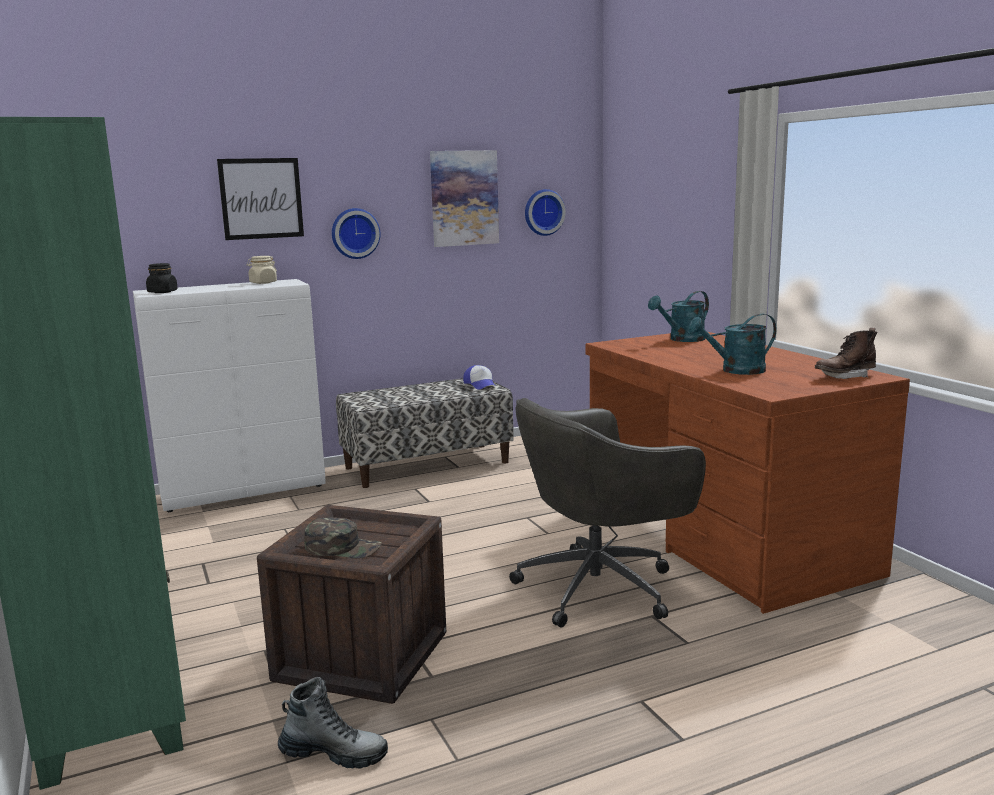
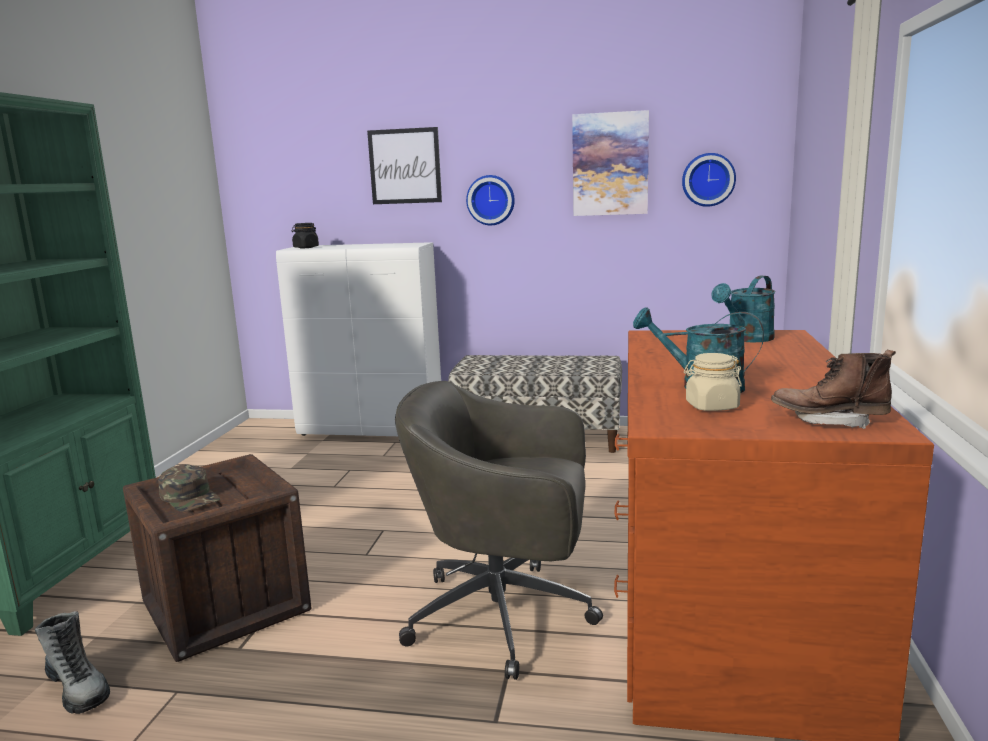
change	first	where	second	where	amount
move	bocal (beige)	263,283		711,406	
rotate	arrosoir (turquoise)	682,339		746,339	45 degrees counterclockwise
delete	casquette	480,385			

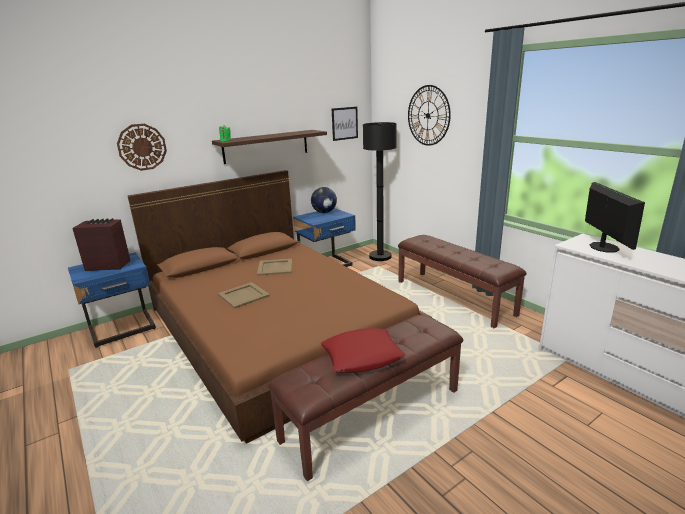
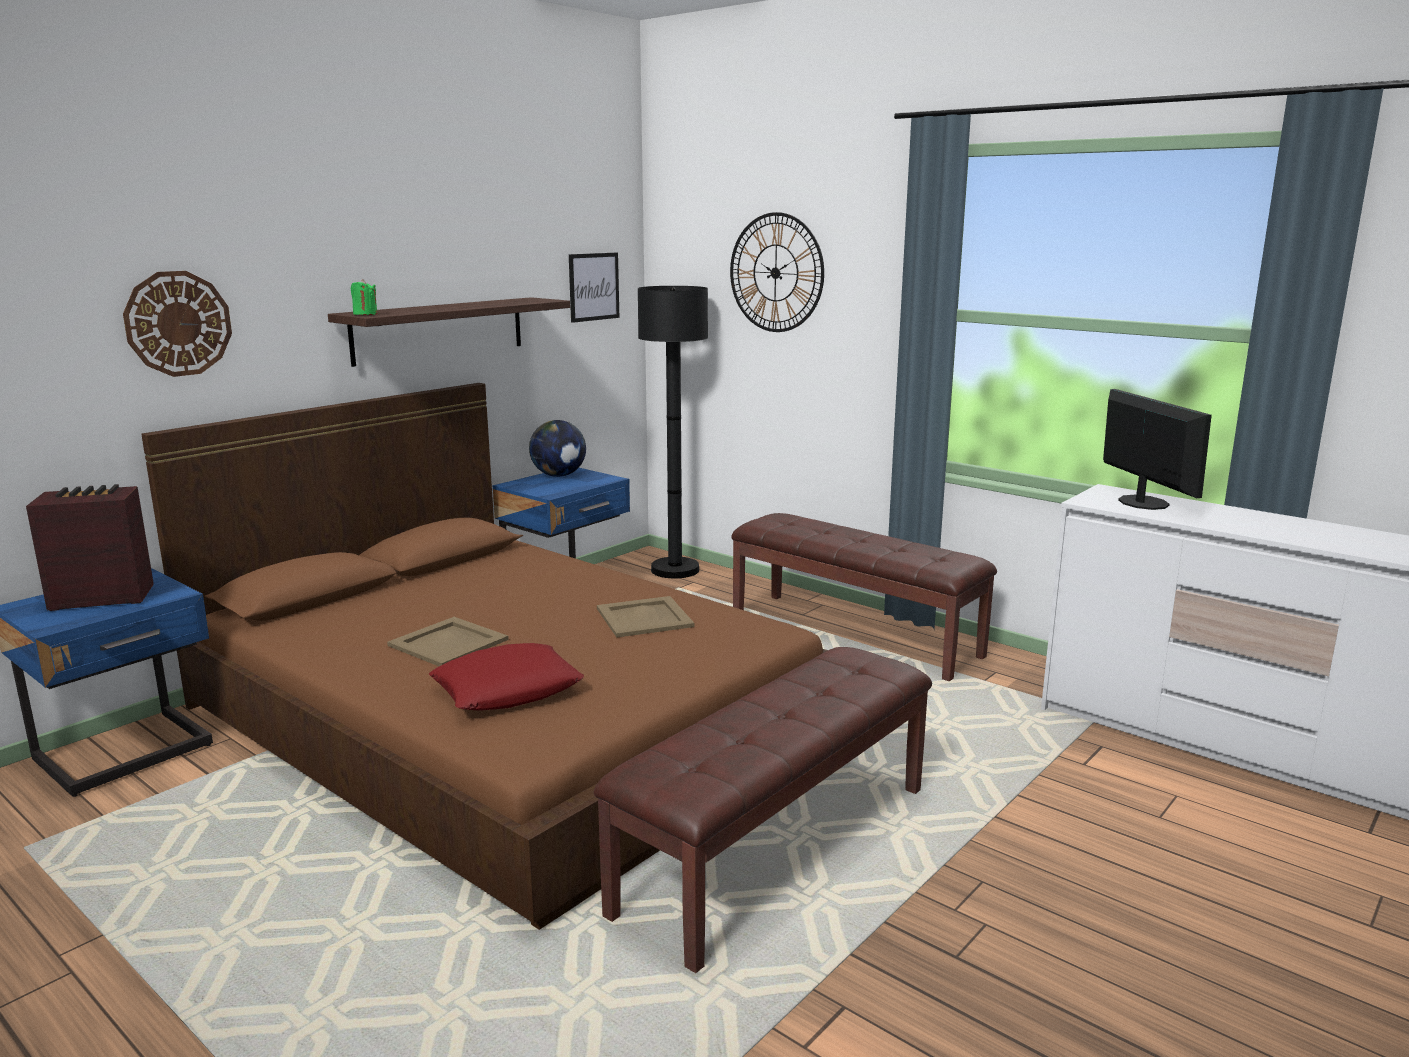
change	first	where	second	where	amount
move	coussin (rouge)	362,356		507,689	
move	plateau (beige)	275,267		645,617	

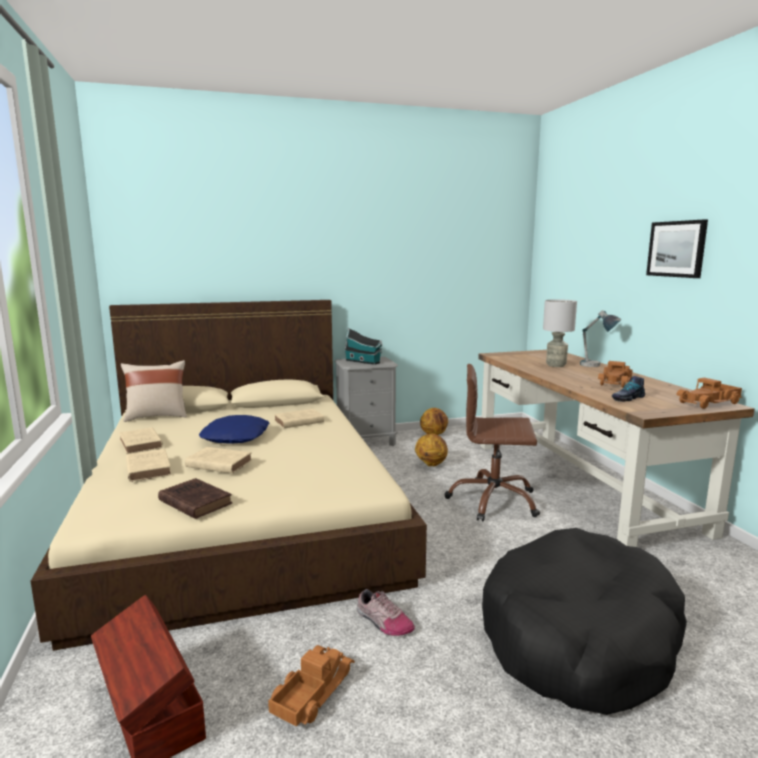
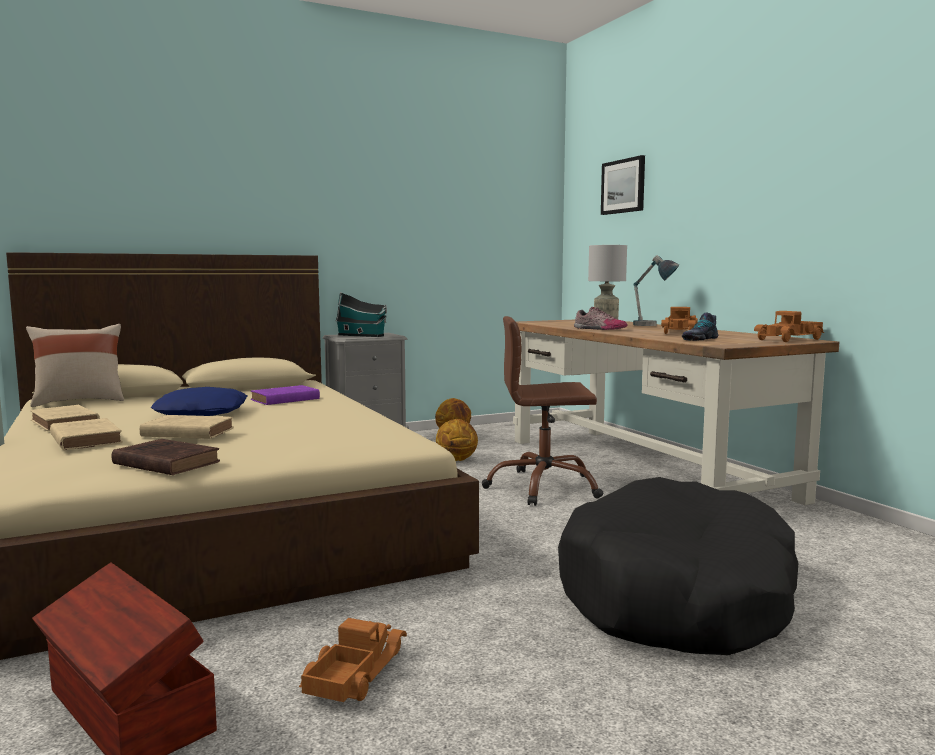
change	first	where	second	where	amount
recolor	livre (beige)	297,422	livre (violet)	283,399	
move	chaussure	383,622		599,329	
move	tableau	676,249		623,186	

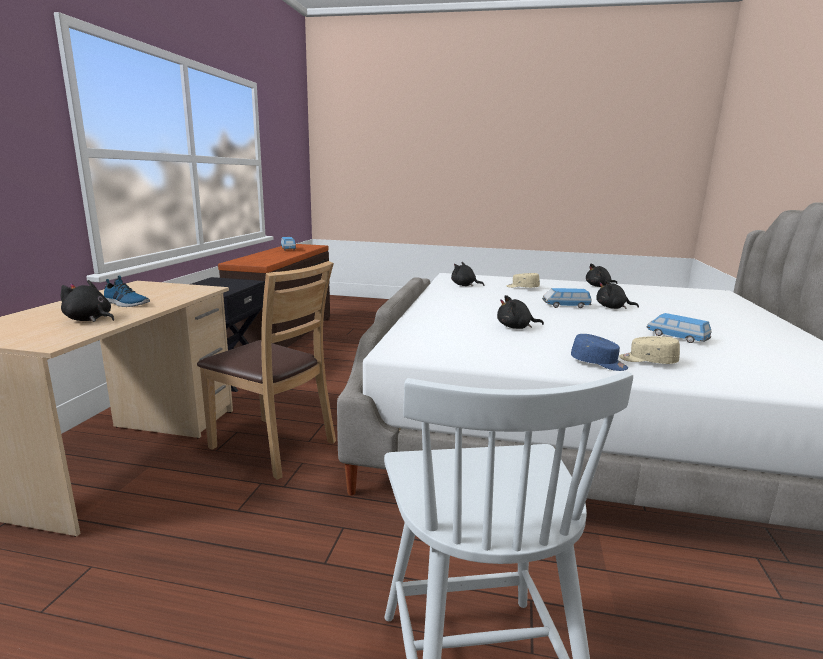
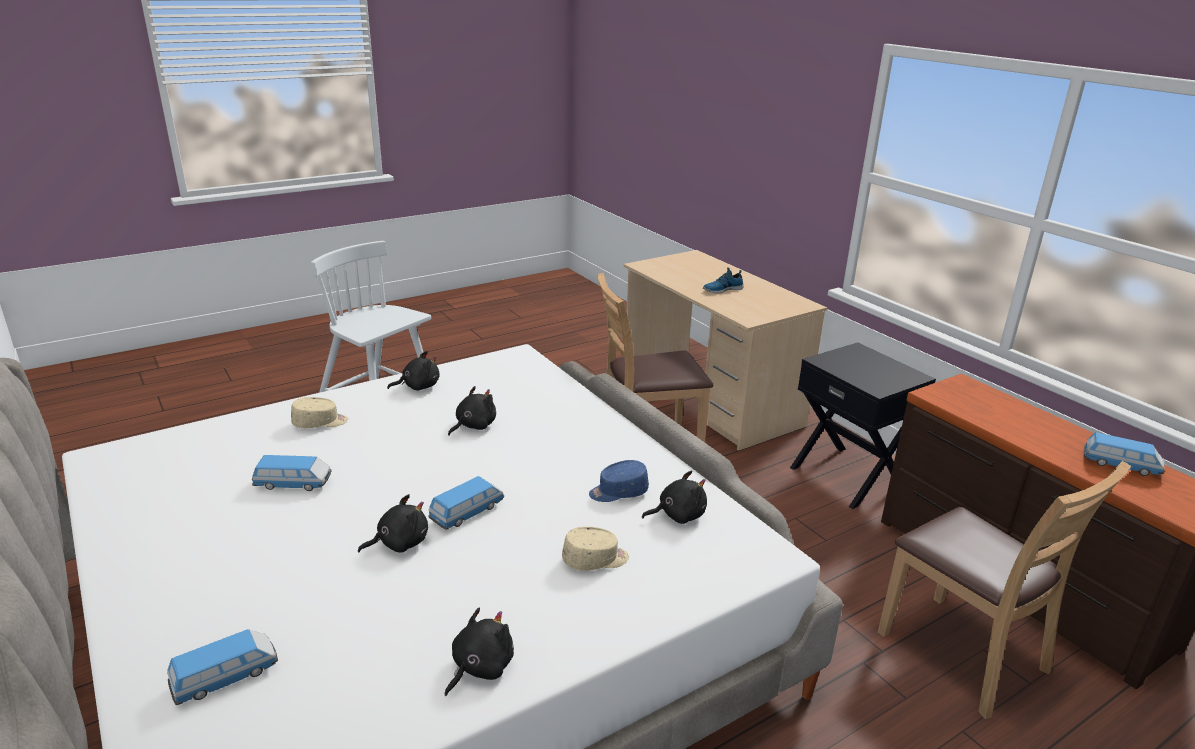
change	first	where	second	where	amount
insert			petite voiture	226,677	
move	peluche (noir)	89,319		418,386	
move	casquette (bleu)	598,363		618,492	
insert			chaise (marron)	963,654	

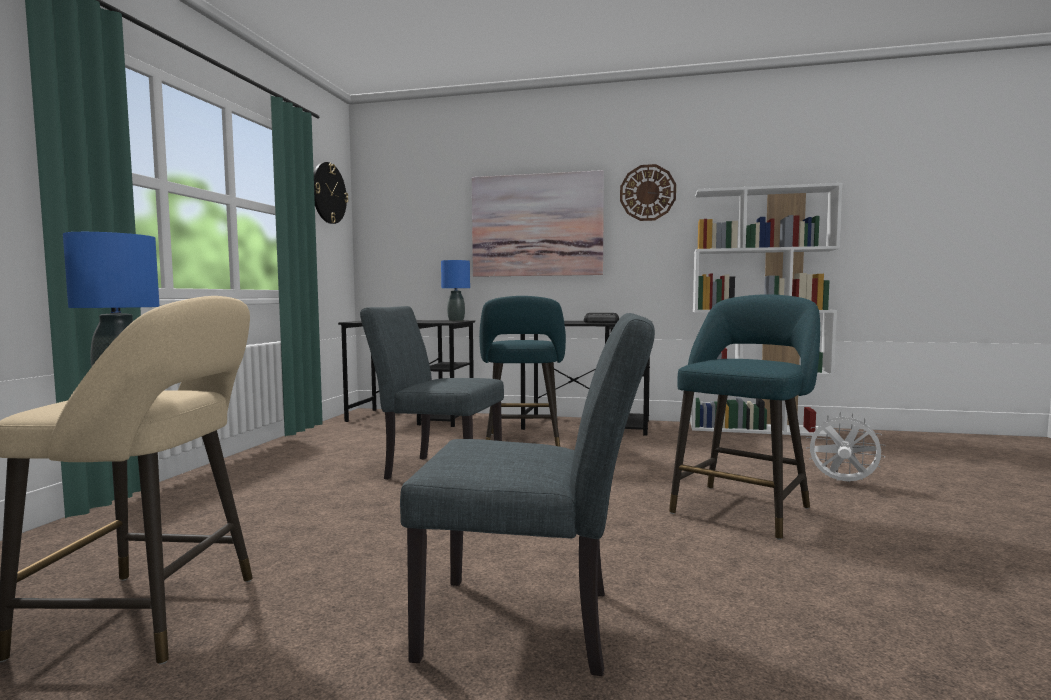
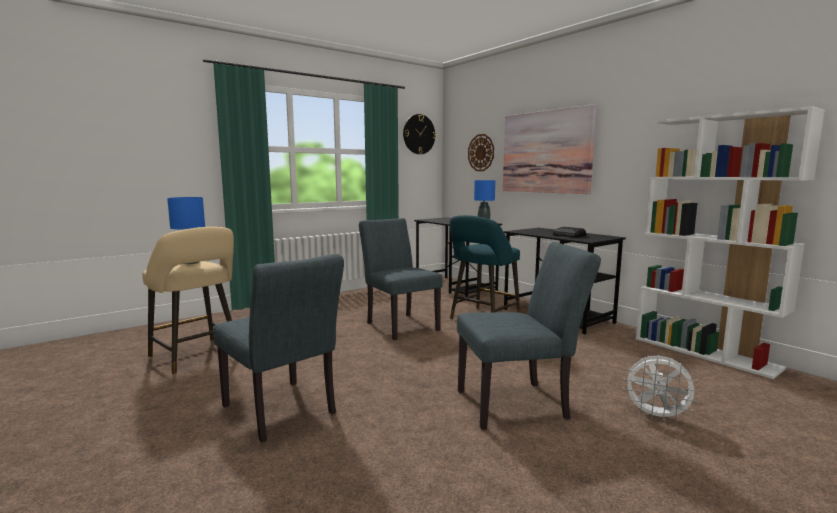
change	first	where	second	where	amount
replace	tabouret (turquoise)	743,508	chaise (gris)	520,404	
move	horloge murale	647,193		481,152	
rotate	ventilateur (blanc)	842,483		656,416	135 degrees clockwise

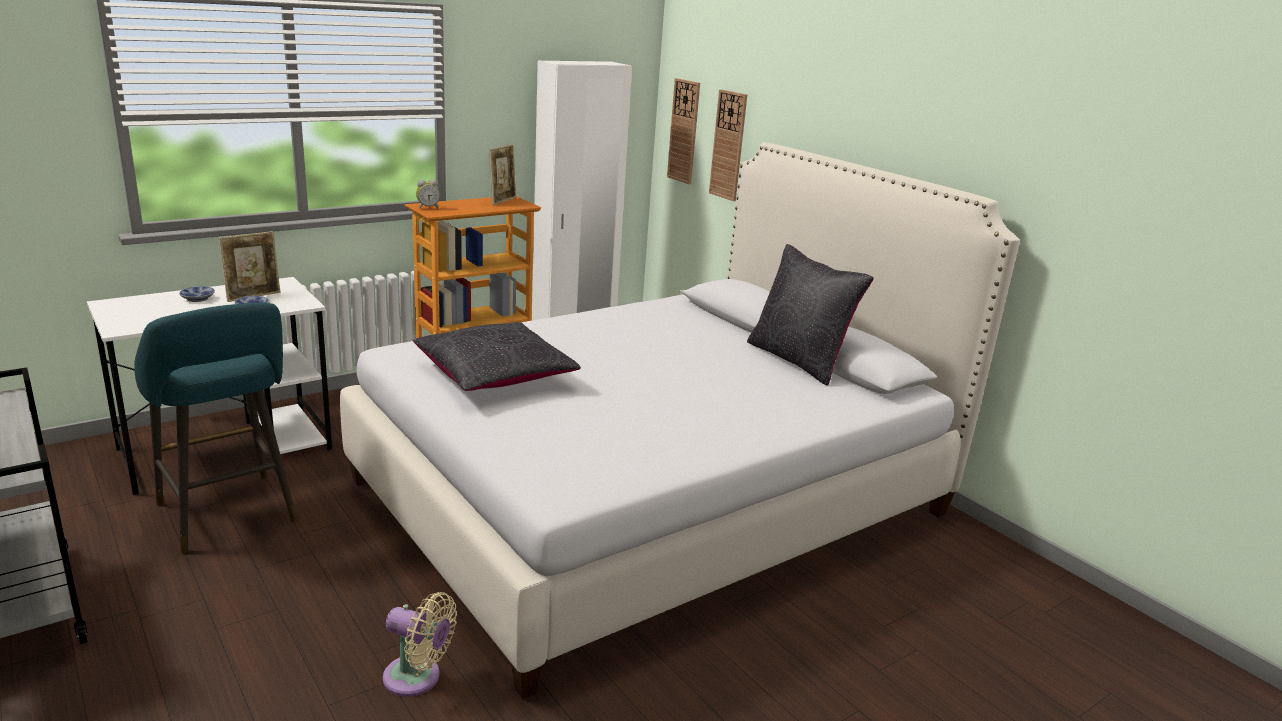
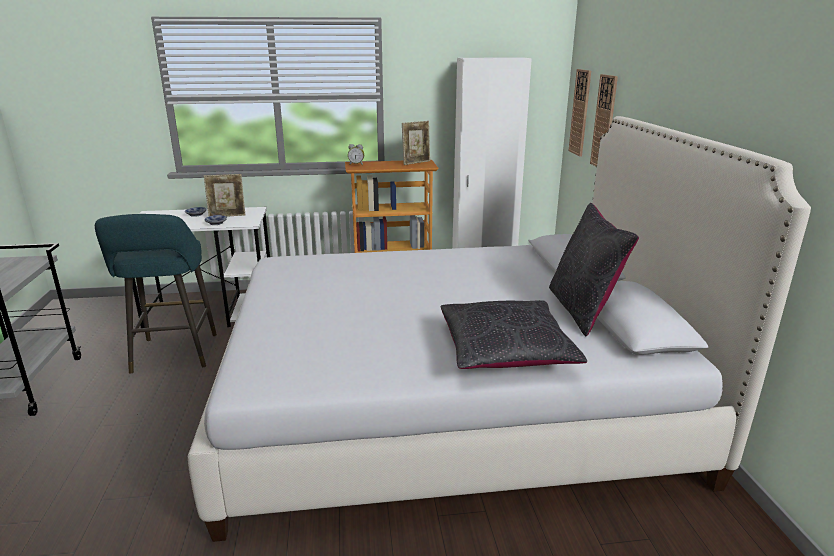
change	first	where	second	where	amount
move	coussin (noir)	494,375		505,351	
delete	ventilateur (beige)	417,678			

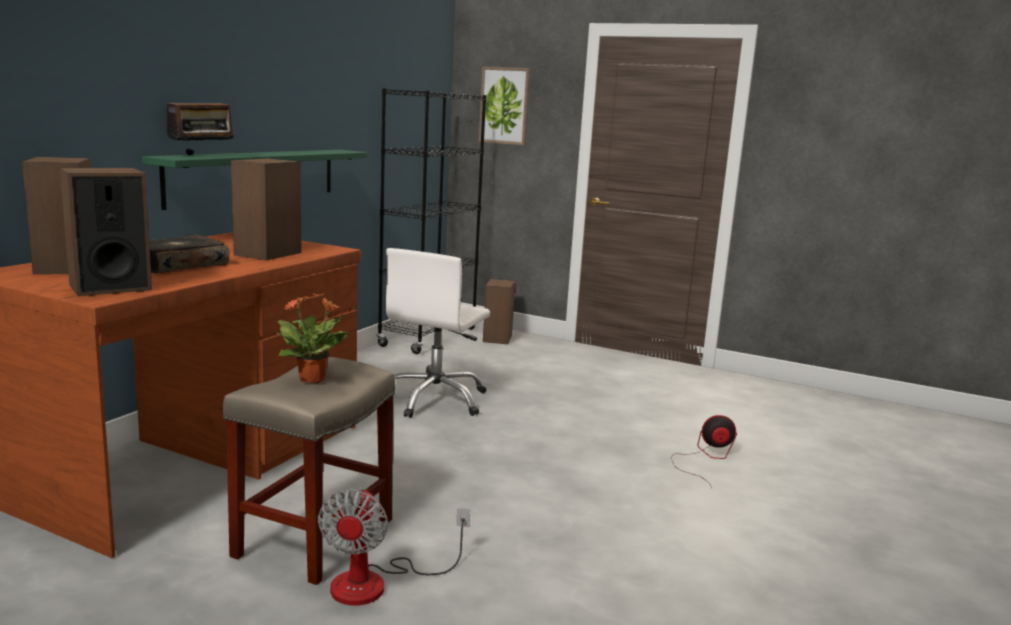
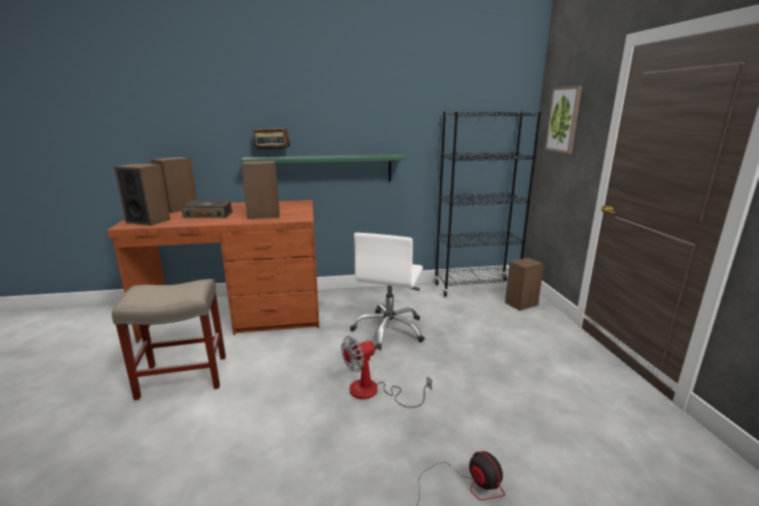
change	first	where	second	where	amount
move	ventilateur	377,583		374,392	
rotate	chaise de bureau (blanc)	435,399		389,330	60 degrees counterclockwise
delete	plante en pot	313,379			

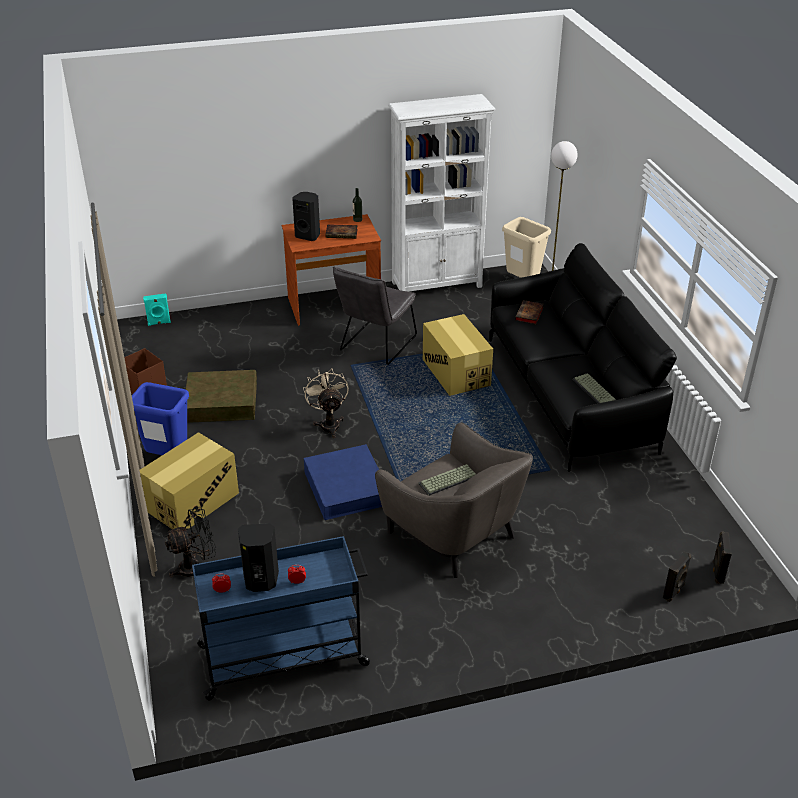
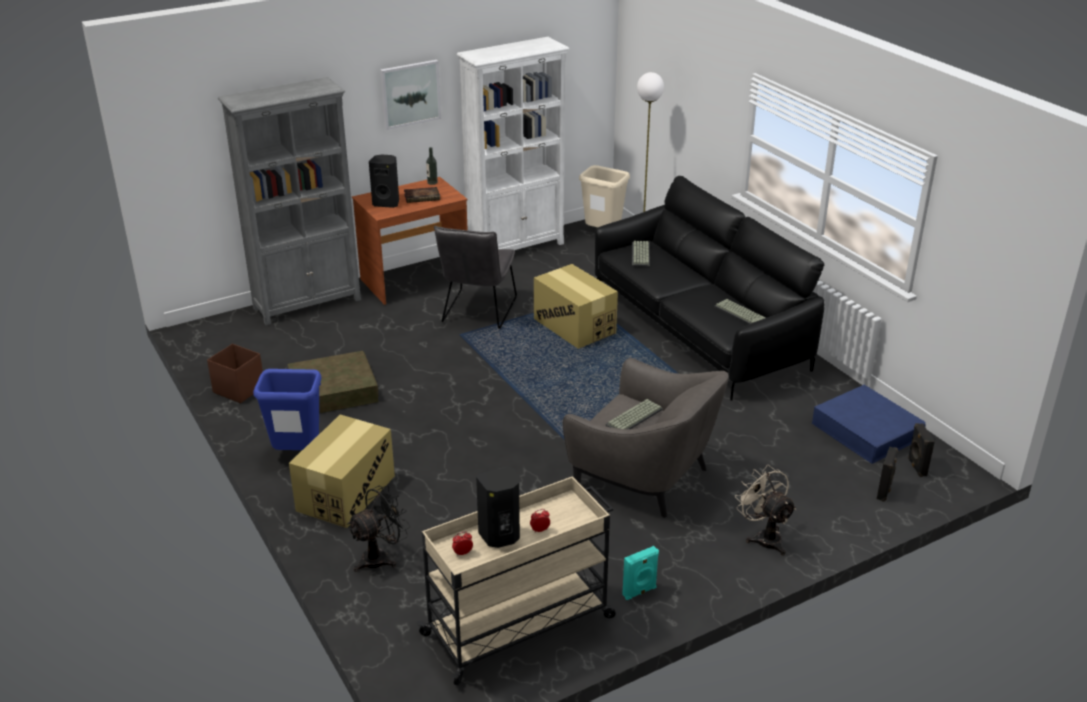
change	first	where	second	where	amount
insert			bibliothèque (gris)	308,304	
insert			tableau	410,94	
recolor	chariot (bleu)	285,655	chariot (beige)	520,625	
move	enceinte (turquoise)	159,323		640,592	
replace	livre	529,315	clavier	641,255	
move	ventilateur (beige)	329,423		764,537	
move	boîte de rangement (bleu)	346,488		866,431	

